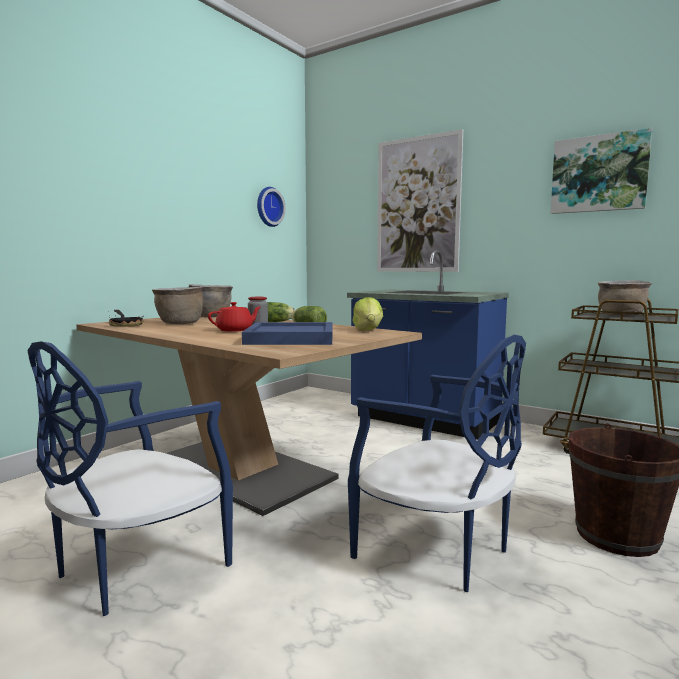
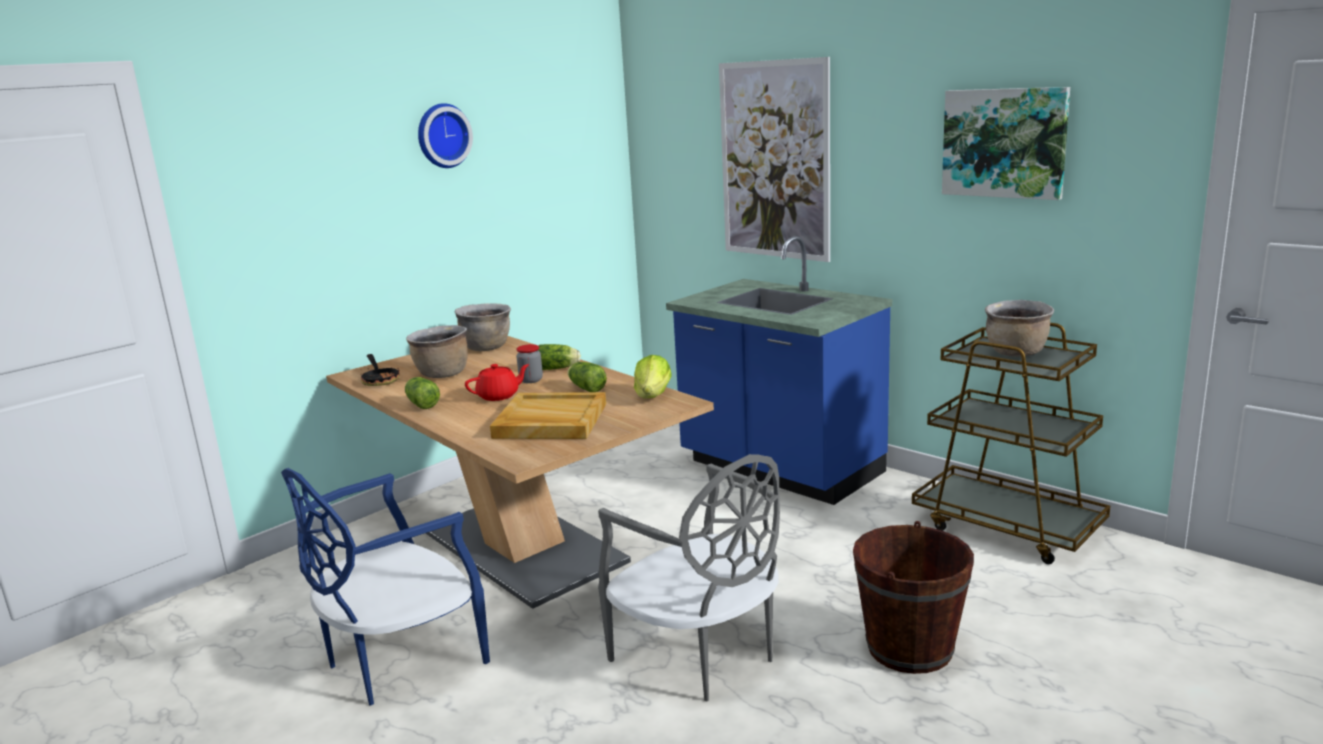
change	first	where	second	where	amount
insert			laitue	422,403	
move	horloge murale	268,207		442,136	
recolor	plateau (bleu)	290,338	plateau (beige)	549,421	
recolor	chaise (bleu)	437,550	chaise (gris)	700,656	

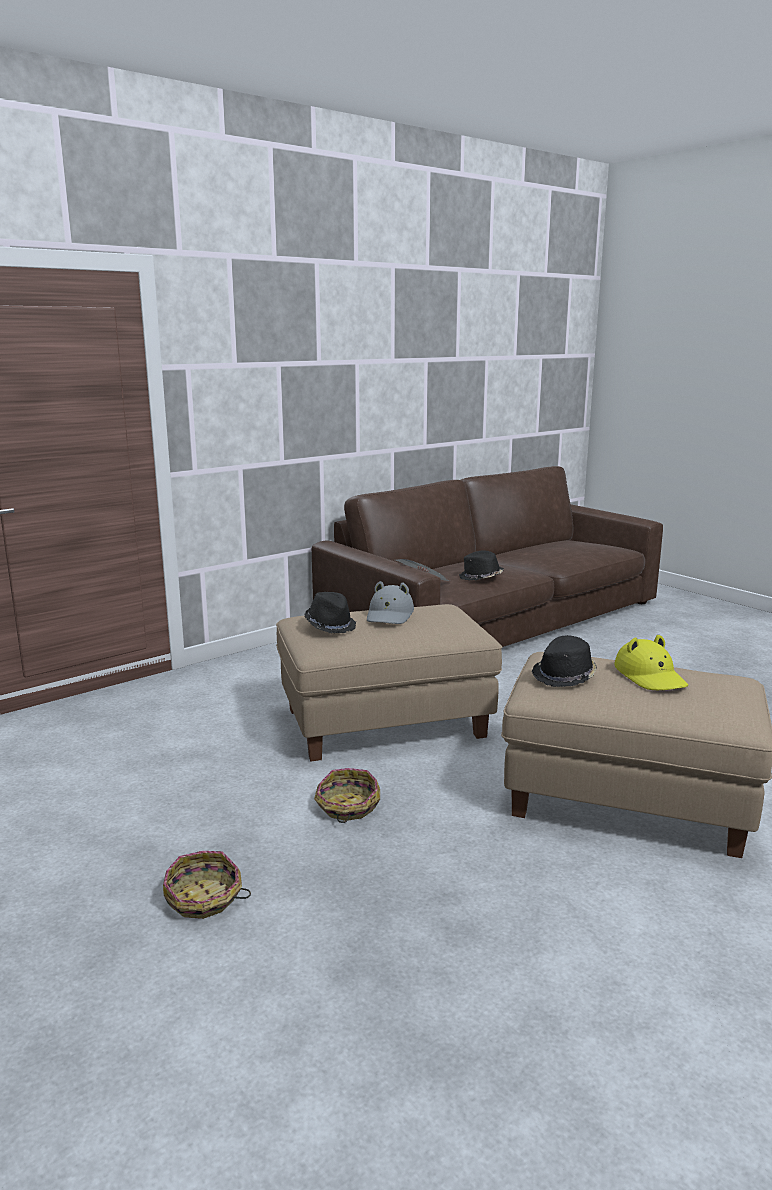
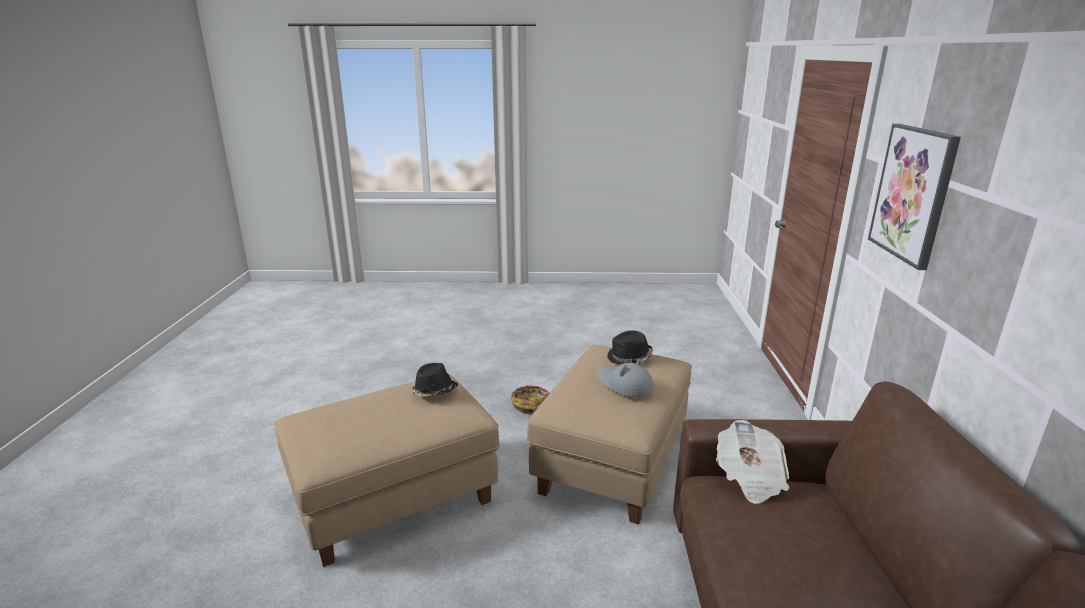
change	first	where	second	where	amount
insert			tableau	913,194	
delete	panier	204,899			
delete	chapeau (noir)	480,577			
delete	chapeau (jaune)	650,676			

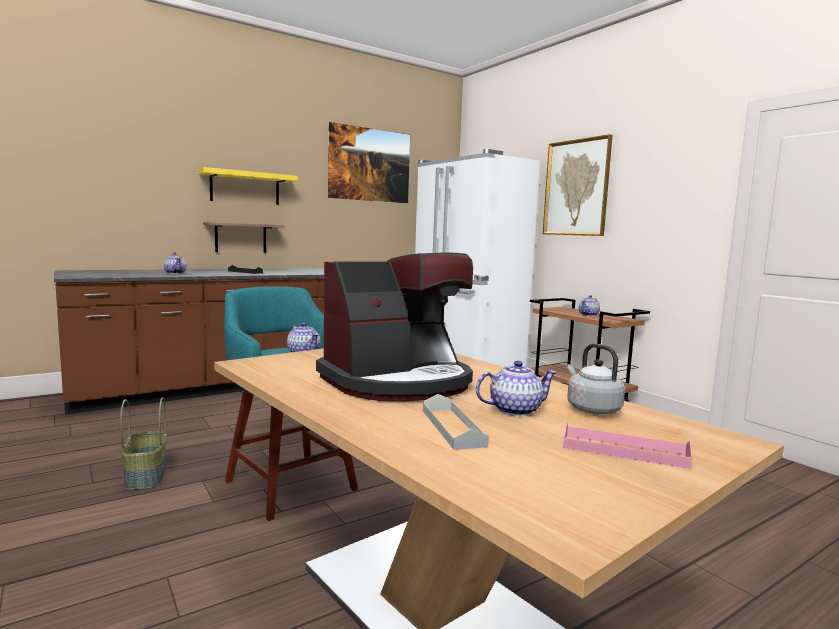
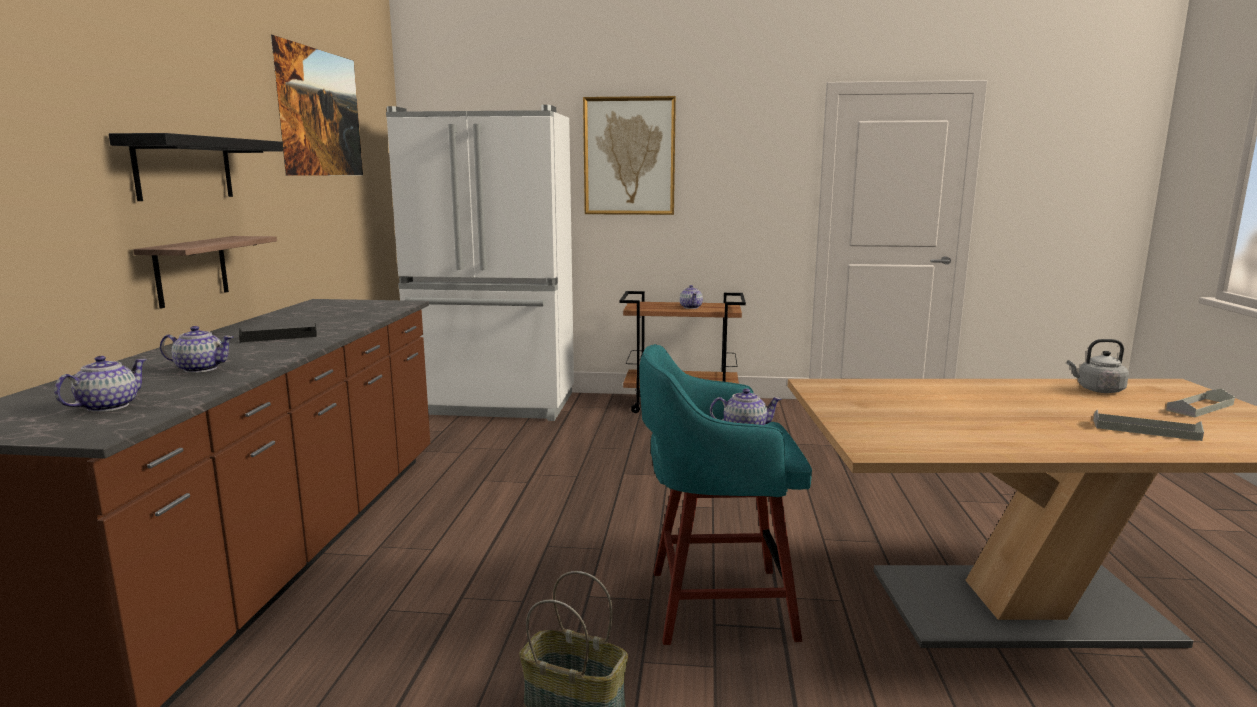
change	first	where	second	where	amount
move	théière	514,410		107,406	
recolor	étagère (jaune)	245,188	étagère (noir)	184,168	
recolor	plateau (rose)	624,451	plateau (gris)	1200,407	
delete	machine à café	398,382			

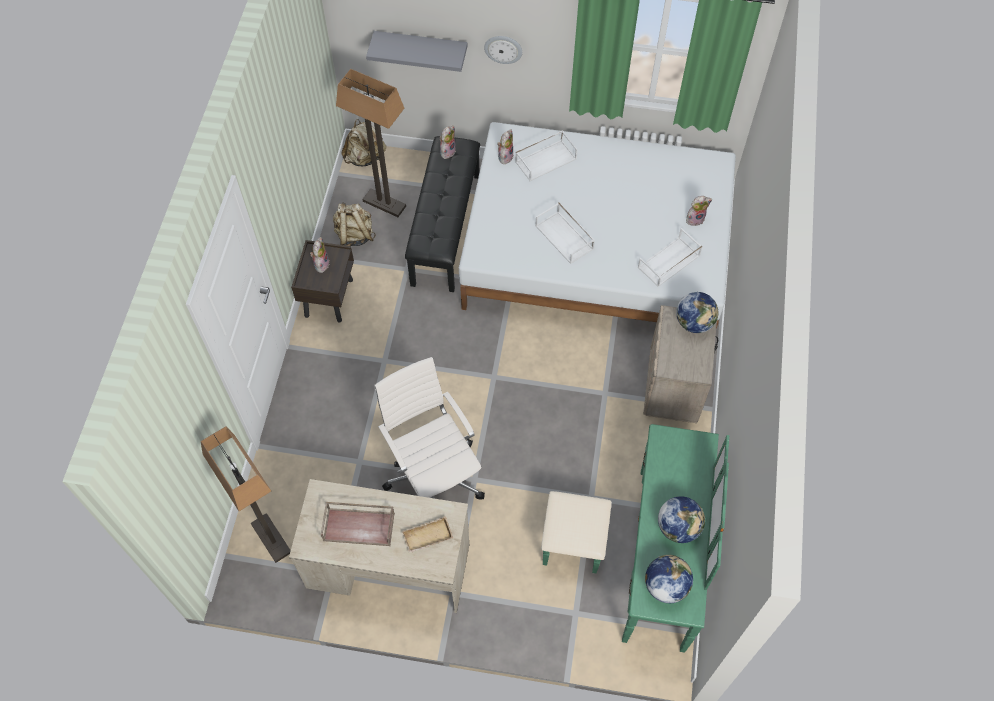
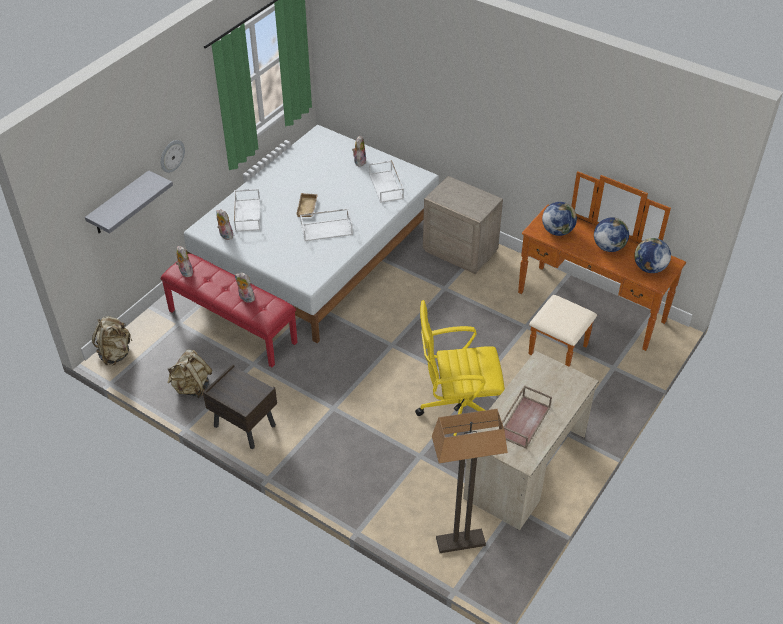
change	first	where	second	where	amount
recolor	banc (noir)	446,229	banc (rouge)	233,326	
move	peluche	321,264		245,298	
move	plateau (beige)	427,538		308,208	
recolor	chaise de bureau (blanc)	434,474	chaise de bureau (jaune)	458,411	
recolor	commode (vert)	641,555	commode (marron)	584,317	
move	globe	694,322		557,231	
delete	lampadaire	384,203			

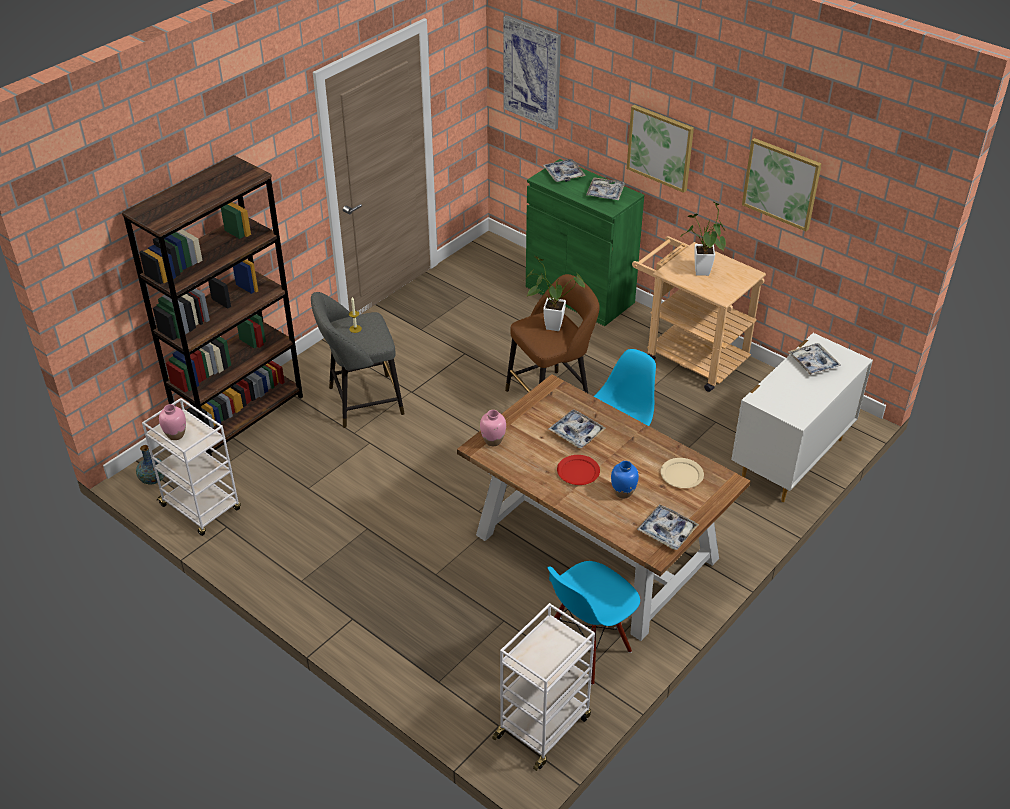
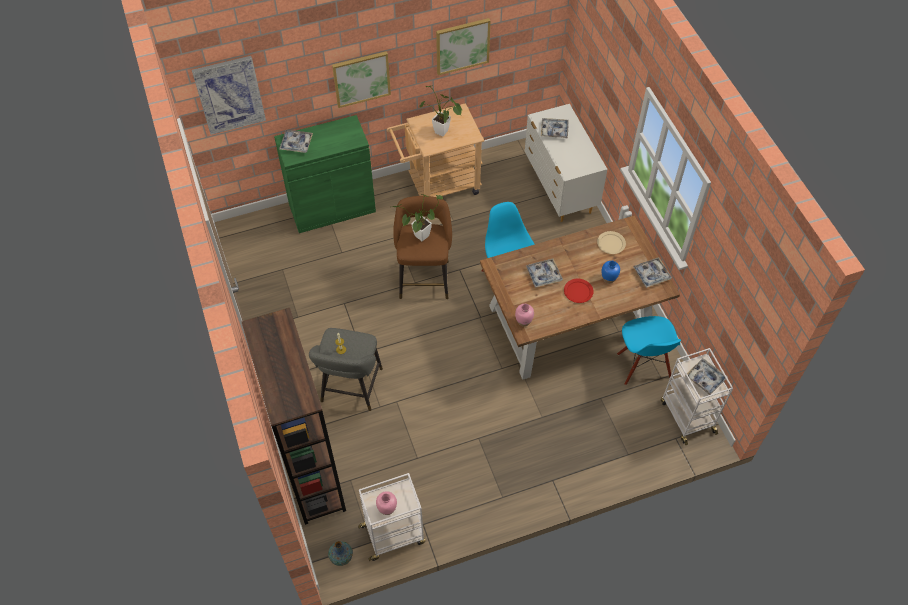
change	first	where	second	where	amount
move	plateau	605,193		705,378	

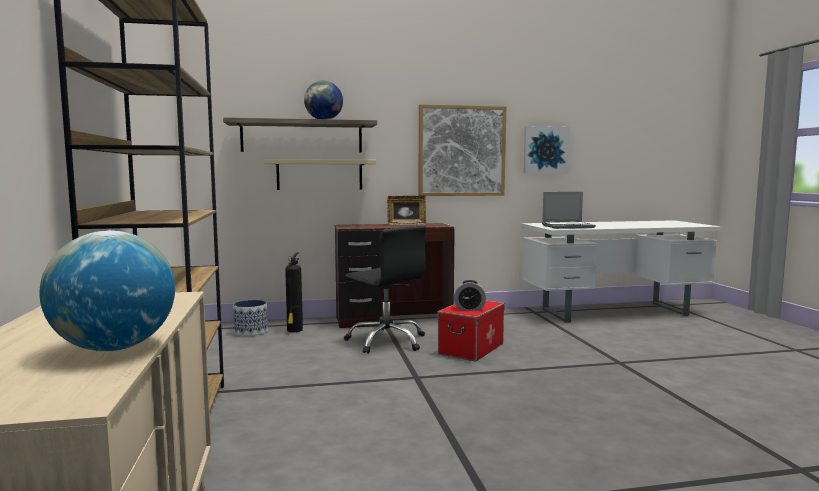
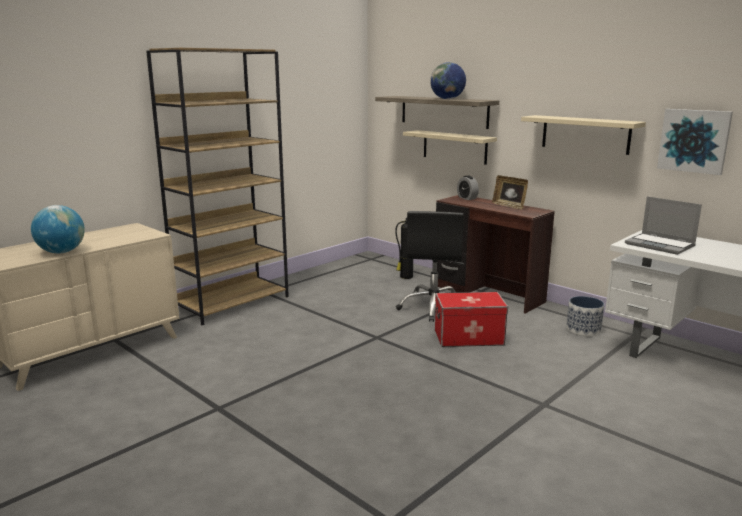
change	first	where	second	where	amount
move	réveil	469,309		467,198	
replace	tableau	461,151	étagère (beige)	585,134	
move	cache-pot	251,331		583,330	

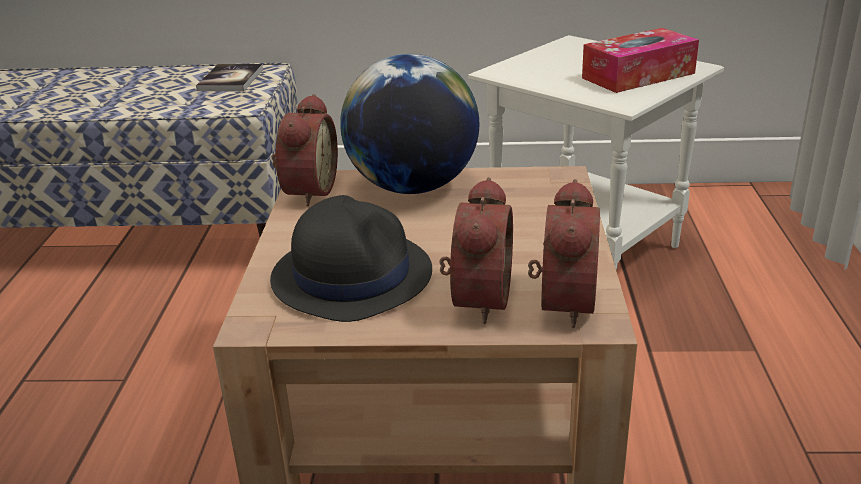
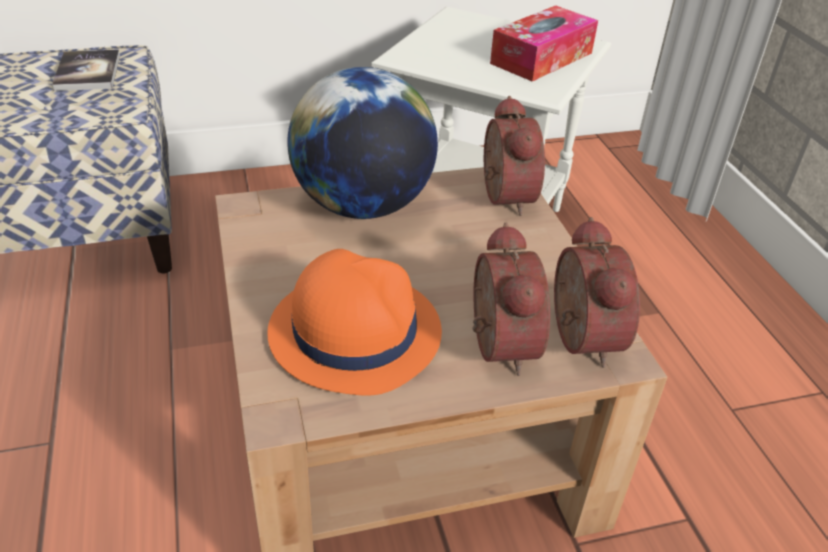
change	first	where	second	where	amount
recolor	chapeau (noir)	351,275	chapeau (orange)	354,331	
move	réveil	306,191		502,197	

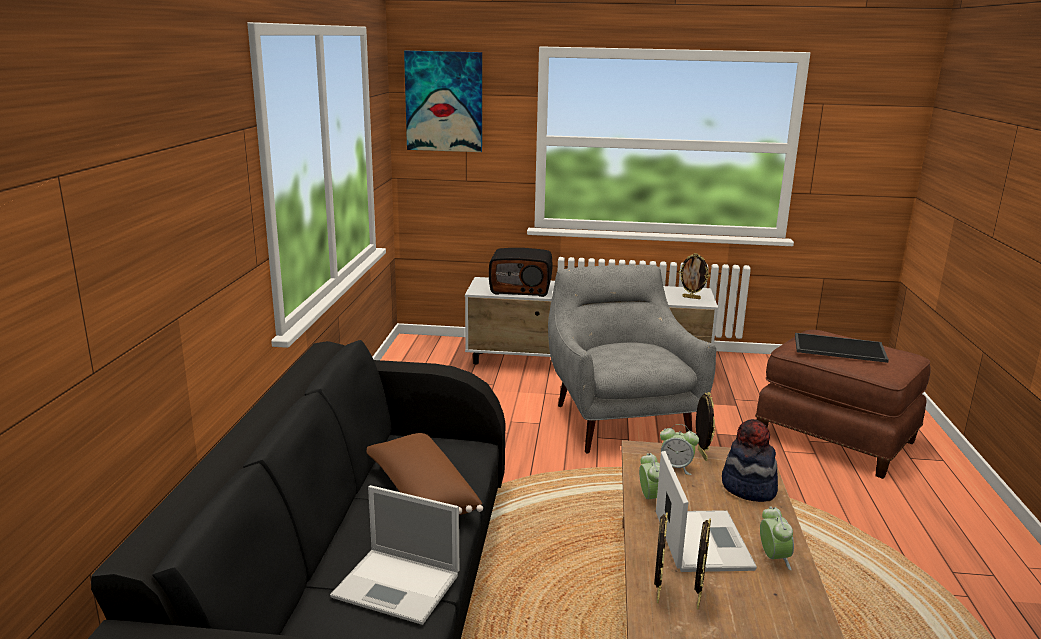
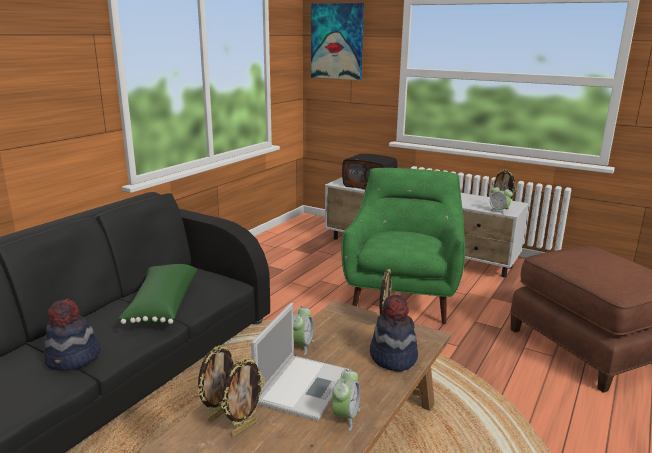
change	first	where	second	where	amount
replace	ordinateur portable	399,586	chapeau	73,358	
recolor	coussin (marron)	420,494	coussin (vert)	161,306	
recolor	fauteuil (gris)	620,420	fauteuil (vert)	403,295	
move	réveil	676,467		498,211	
delete	plateau	838,348			

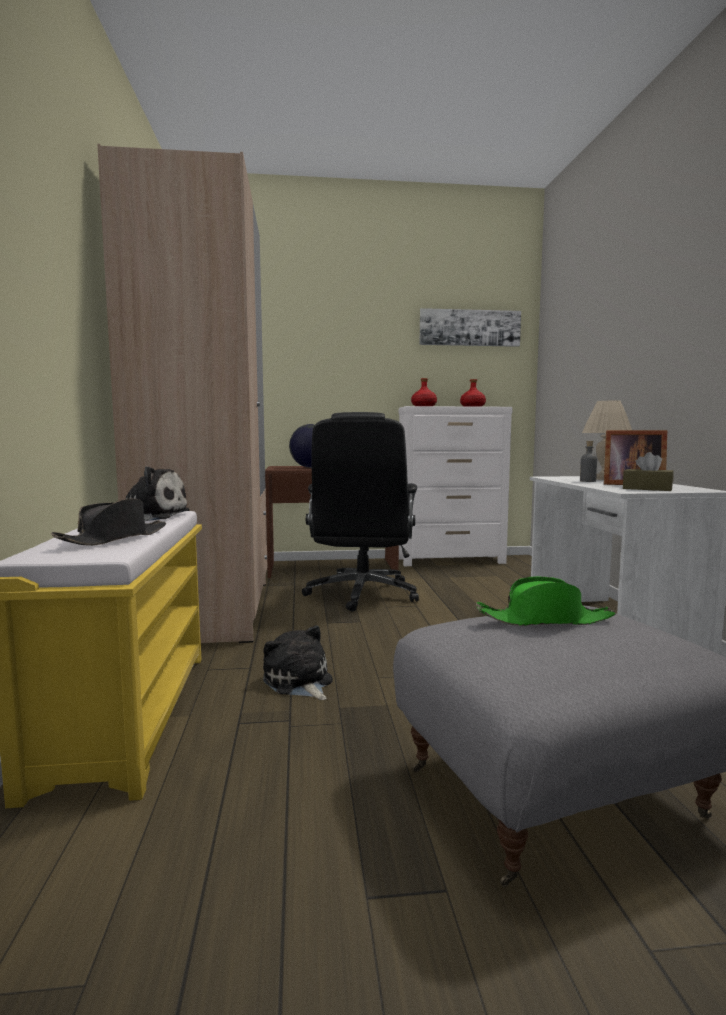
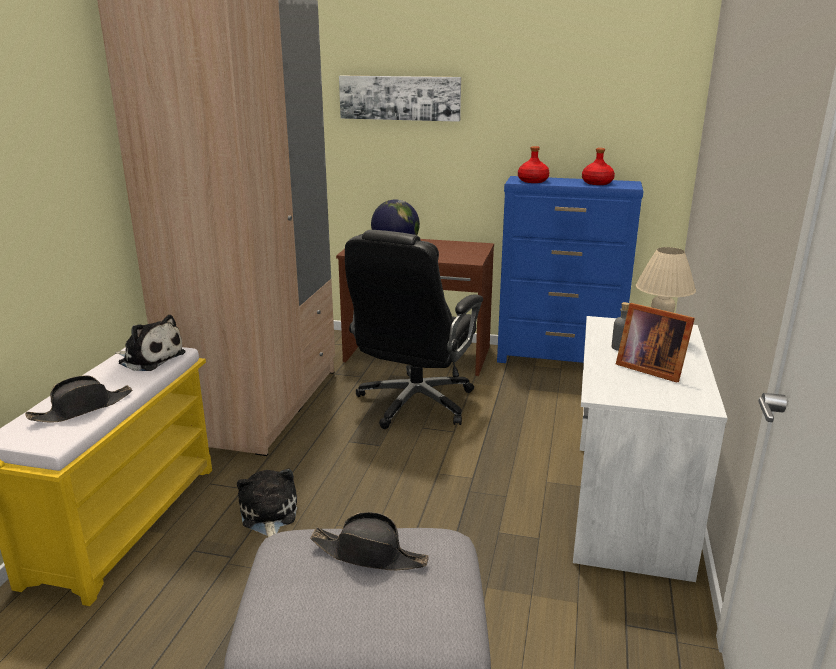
change	first	where	second	where	amount
recolor	chapeau (vert)	545,620	chapeau (noir)	369,555	
move	tableau	469,328		400,98	
recolor	commode (blanc)	452,561	commode (bleu)	559,360	
delete	boîte à mouchoirs (marron)	647,489			

